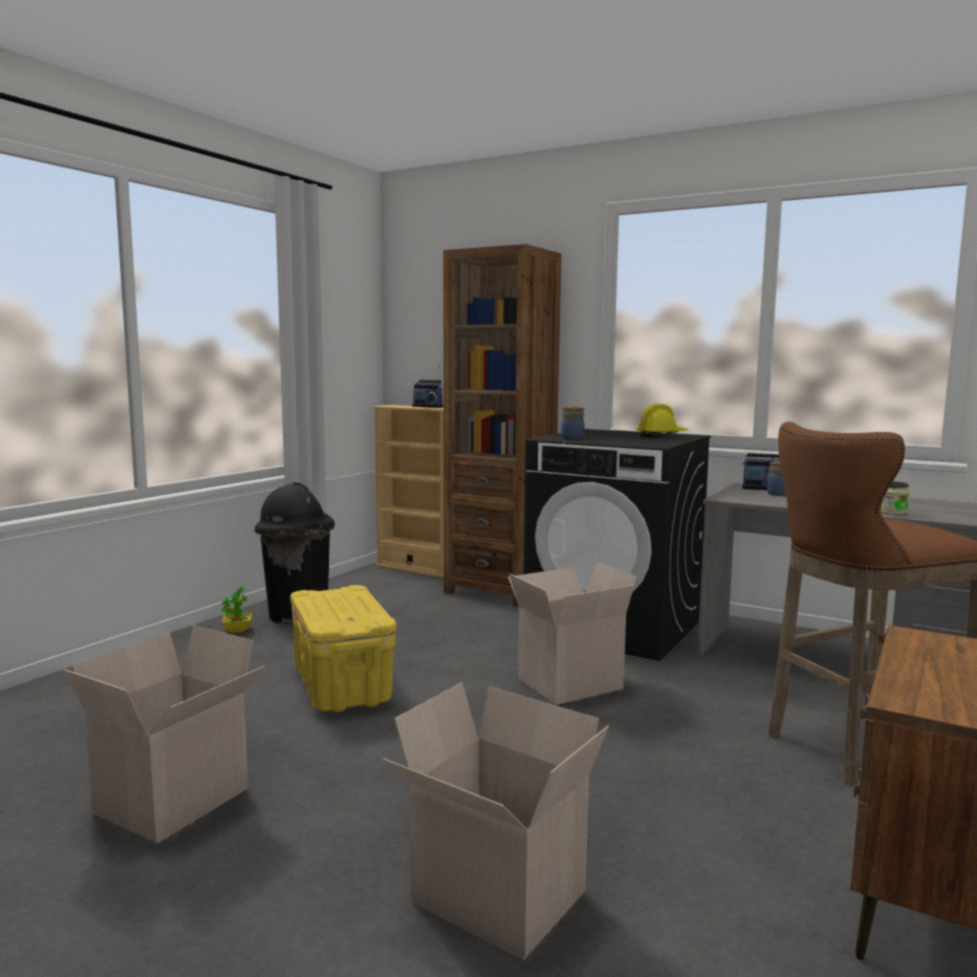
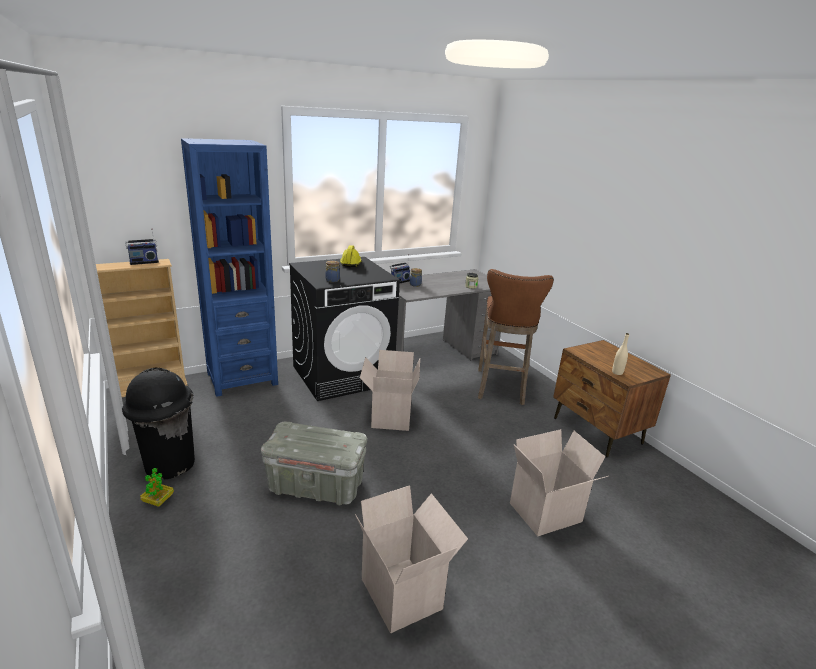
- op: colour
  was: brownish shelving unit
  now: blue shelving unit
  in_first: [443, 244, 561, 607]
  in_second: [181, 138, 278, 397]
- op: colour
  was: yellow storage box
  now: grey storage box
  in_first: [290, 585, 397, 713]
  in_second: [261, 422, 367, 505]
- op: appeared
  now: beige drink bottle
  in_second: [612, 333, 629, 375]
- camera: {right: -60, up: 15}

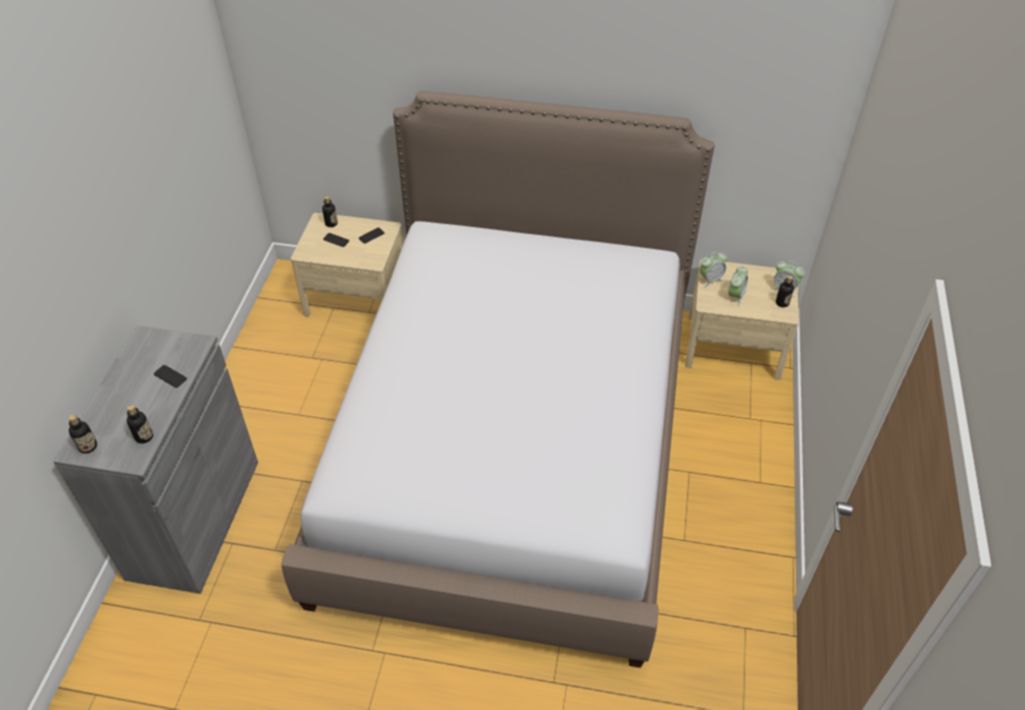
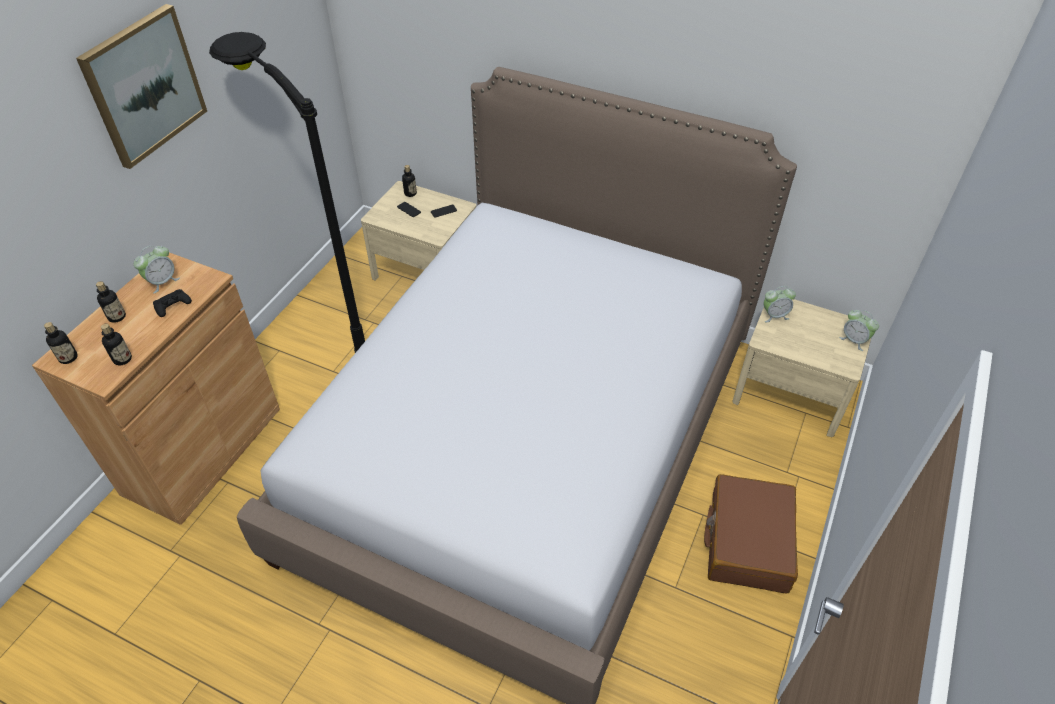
- op: relocated
  was: table clock
  in_first: [728, 266, 748, 306]
  in_second: [134, 246, 180, 293]
- op: relocated
  was: drink bottle
  in_first: [776, 275, 794, 307]
  in_second: [96, 281, 126, 323]
- op: colour
  was: grey cupboard
  now: brownish cupboard
  in_first: [53, 326, 258, 594]
  in_second: [32, 253, 280, 525]
- op: exchanged
  was: telephone
  now: black-coloured game controller
  in_first: [154, 365, 187, 388]
  in_second: [153, 289, 192, 317]
- op: appeared
  now: wall picture
  in_second: [76, 4, 207, 169]
- op: appeared
  now: black-coloured standard lamp
  in_second: [209, 32, 365, 353]
- op: appeared
  now: brownish piece of luggage
  in_second: [704, 474, 798, 594]
- camera: {right: 15, up: 0}

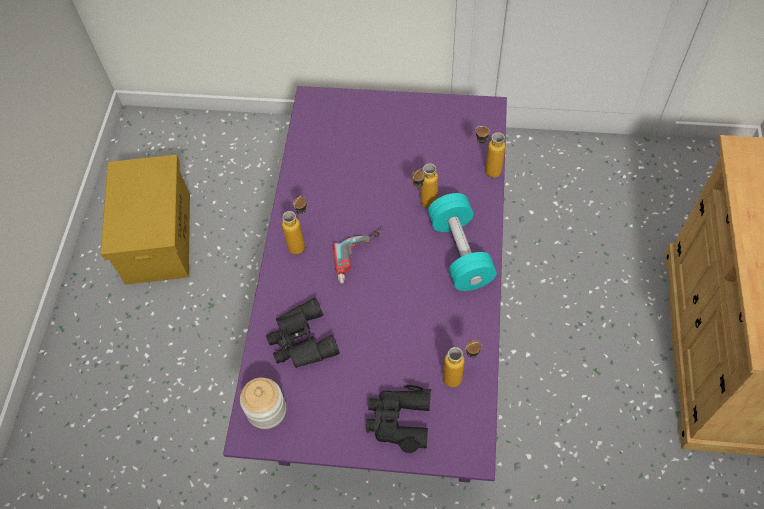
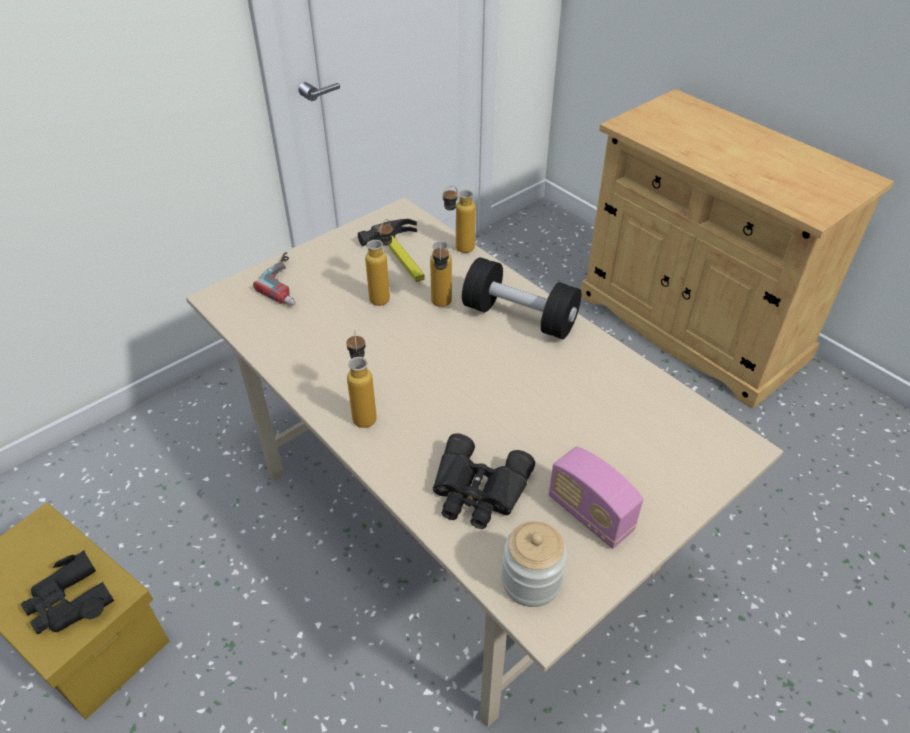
- op: colour
  was: purplish kitchen table
  now: beige kitchen table
  in_first: [223, 86, 507, 483]
  in_second: [186, 197, 783, 727]
- op: colour
  was: blue-green hand weight
  now: black-coloured hand weight
  in_first: [428, 193, 497, 291]
  in_second: [462, 257, 582, 339]
- op: relocated
  was: power drill
  in_first: [333, 228, 384, 284]
  in_second: [253, 252, 296, 306]
- op: relocated
  was: drink bottle
  in_first: [443, 340, 482, 387]
  in_second: [365, 219, 393, 306]
- op: relocated
  was: black-coloured field glasses
  in_first: [366, 385, 431, 453]
  in_second: [21, 550, 114, 634]
- op: appeared
  now: hand hammer
  in_second: [358, 219, 425, 282]
- op: appeared
  now: radio receiver
  in_second: [549, 447, 644, 548]
- camera: {right: -50, up: -15}

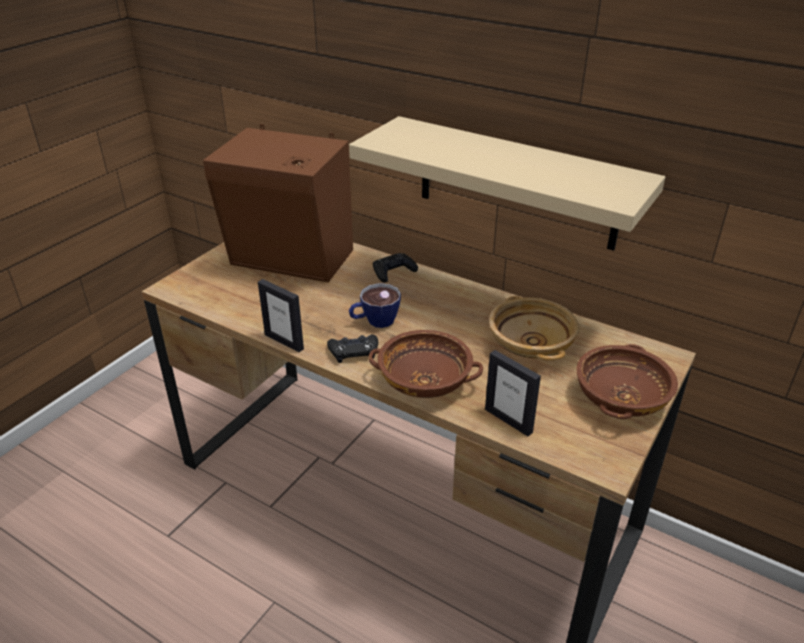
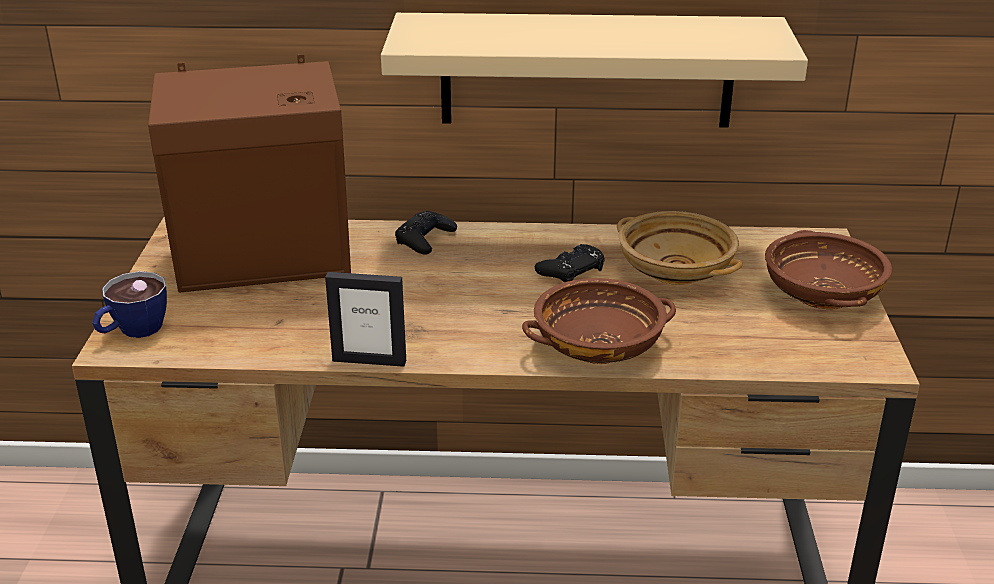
- op: relocated
  was: drinking cup
  in_first: [349, 283, 401, 328]
  in_second: [92, 271, 167, 338]
- op: relocated
  was: black-coloured game controller
  in_first: [327, 334, 378, 363]
  in_second: [535, 244, 605, 282]
- op: missing
  was: photo frame
  in_first: [485, 350, 541, 436]
- camera: {right: -30, up: -5}

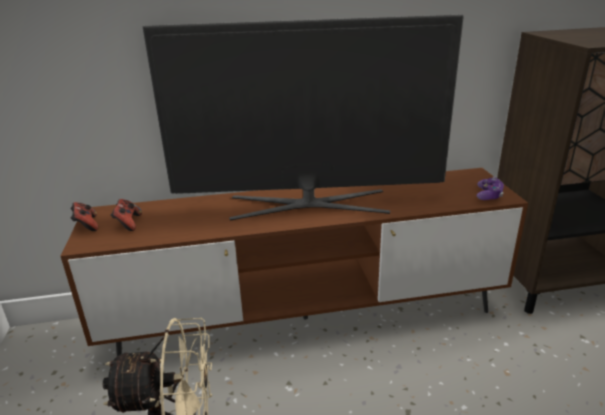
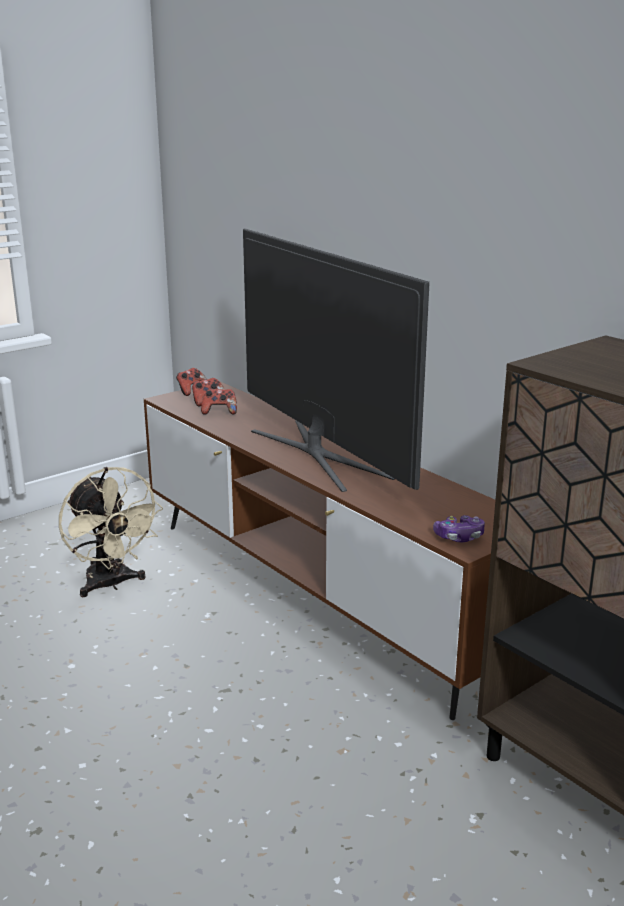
- op: appeared
  now: game controller
  in_second: [201, 389, 237, 415]
- camera: {right: 60, up: -5}

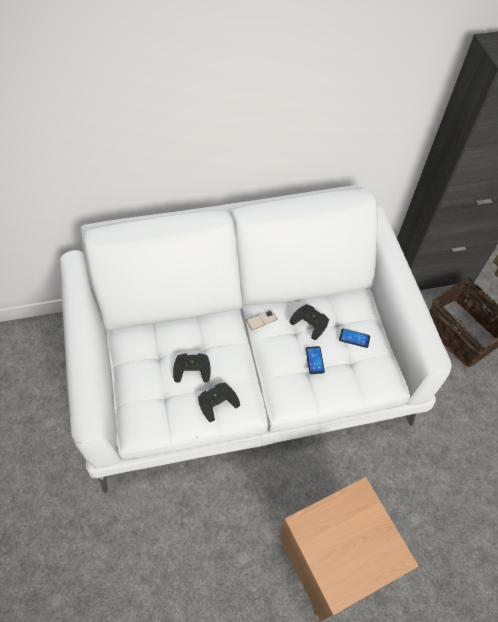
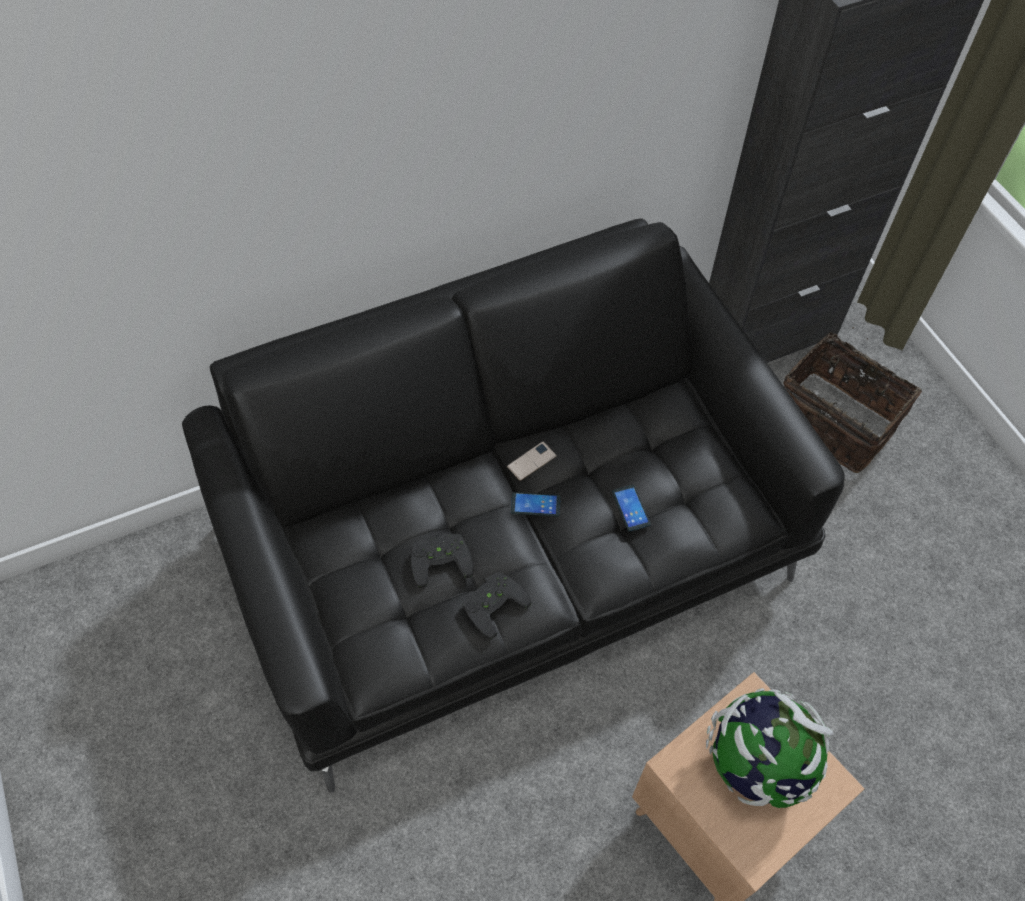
- op: colour
  was: whitish sofa
  now: black-coloured sofa
  in_first: [60, 185, 452, 493]
  in_second: [182, 218, 845, 793]
- op: missing
  was: black-coloured game controller
  in_first: [290, 304, 329, 340]
- op: relocated
  was: telephone
  in_first: [339, 328, 370, 348]
  in_second: [511, 492, 560, 517]
- op: appeared
  now: world globe
  in_second: [706, 688, 833, 808]
- camera: {right: -10, up: 0}

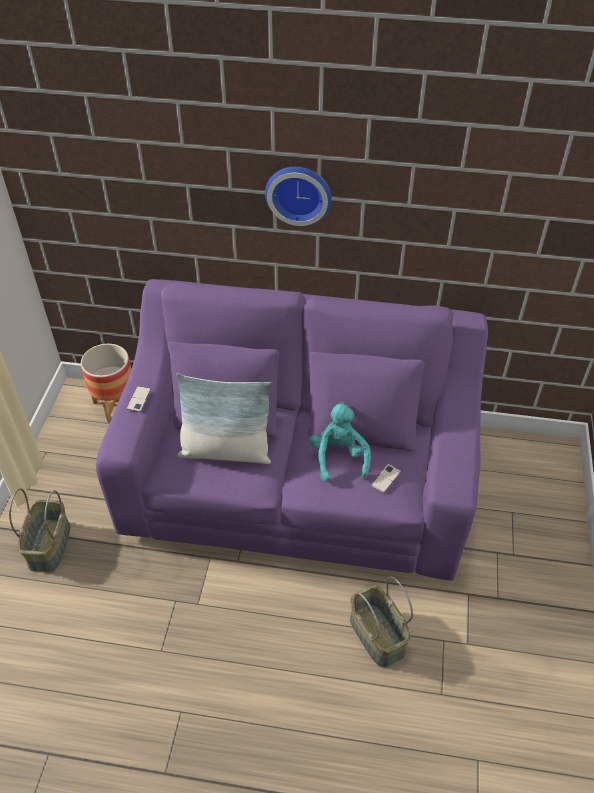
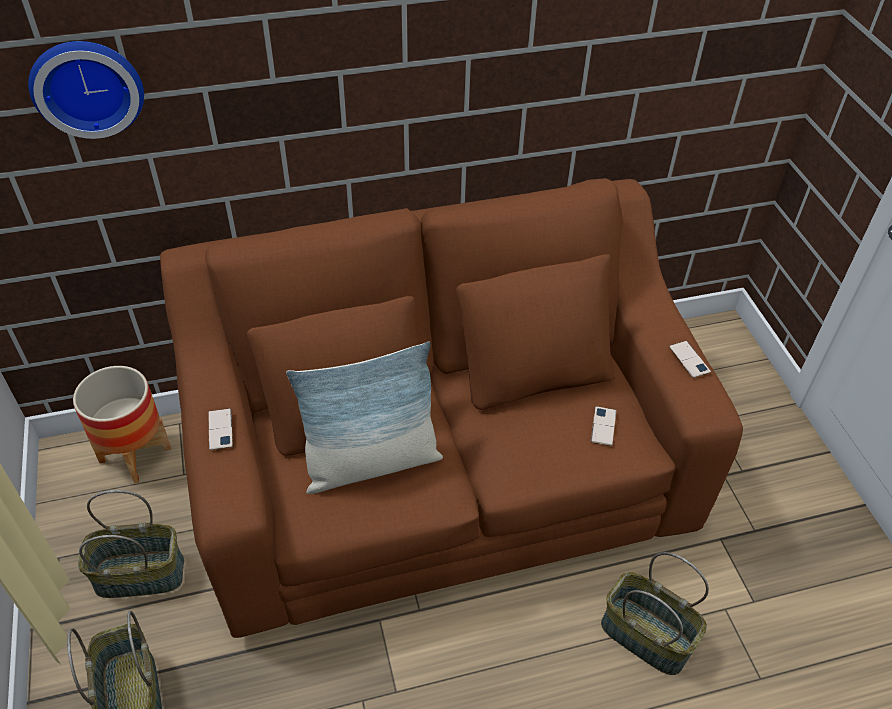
- op: relocated
  was: wall clock
  in_first: [265, 167, 332, 226]
  in_second: [28, 41, 144, 139]
- op: colour
  was: purplish sofa
  now: brownish sofa
  in_first: [96, 279, 488, 581]
  in_second: [160, 178, 743, 638]
- op: missing
  was: blue-green plush toy
  in_first: [309, 402, 371, 482]
- op: appeared
  now: telephone
  in_second: [669, 341, 711, 378]
- op: appeared
  now: basket
  in_second: [78, 490, 184, 598]
- camera: {right: -25, up: 0}

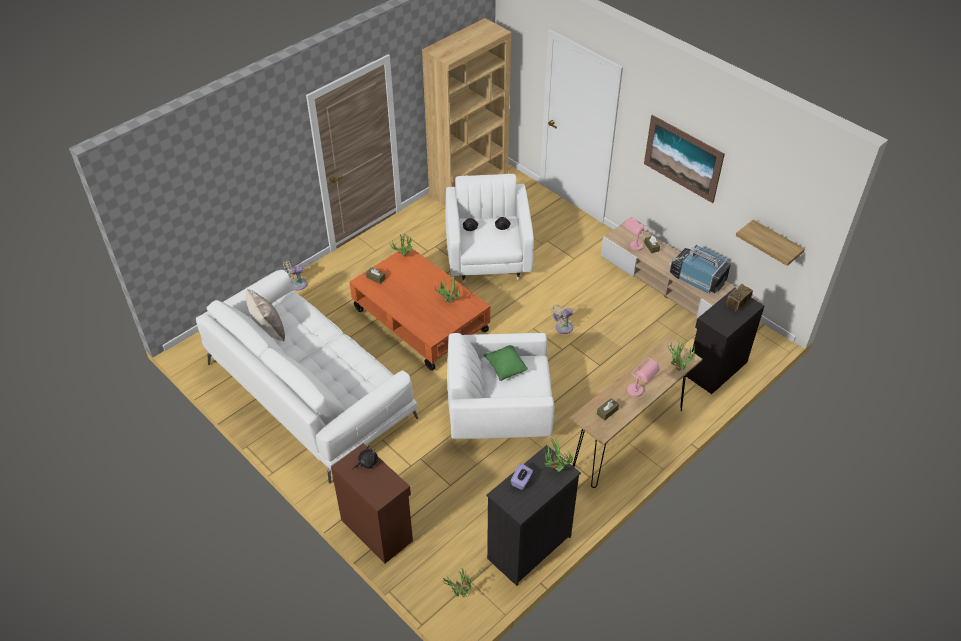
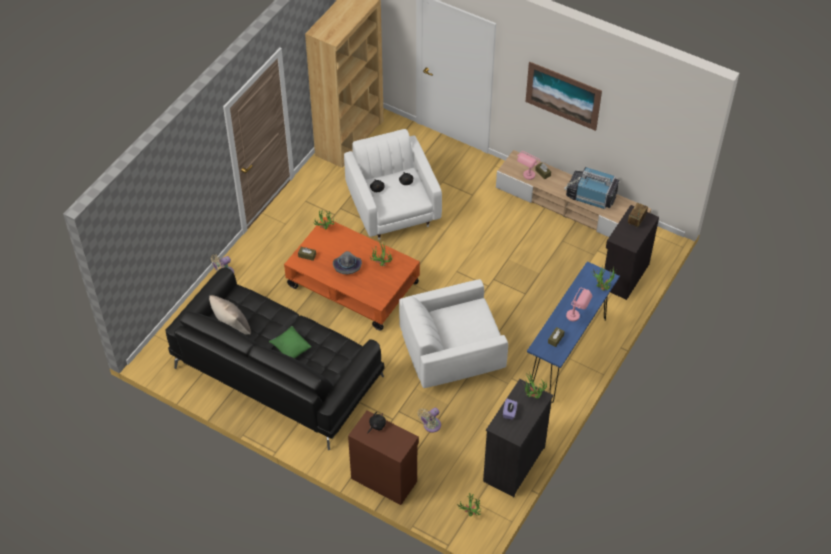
- op: missing
  was: shelf
  in_first: [736, 219, 805, 266]
- op: colour
  was: whitish sofa
  now: black-coloured sofa
  in_first: [196, 270, 418, 484]
  in_second: [165, 267, 385, 450]
- op: relocated
  was: beige electric fan
  in_first: [551, 305, 573, 334]
  in_second: [418, 407, 441, 433]
- op: colour
  was: brownish console table
  now: blue console table
  in_first: [570, 336, 702, 488]
  in_second: [527, 261, 620, 403]
- op: relocated
  was: green pillow
  in_first: [483, 345, 528, 381]
  in_second: [269, 326, 311, 359]
- op: appeared
  now: grey clothing hat
  in_second: [333, 251, 362, 275]
- camera: {right: -15, up: 5}

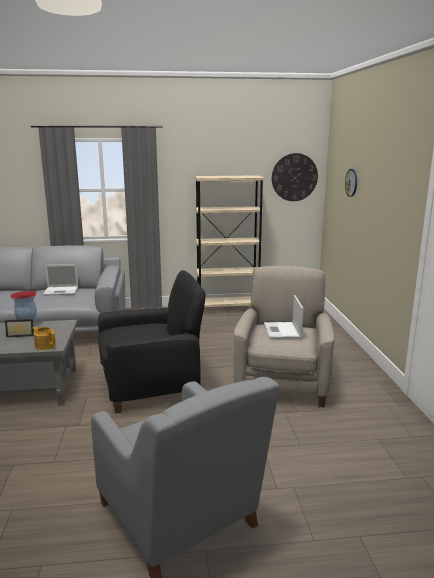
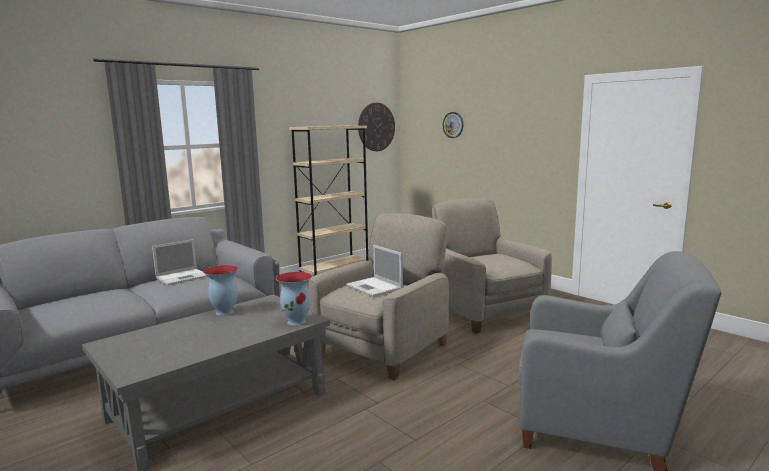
- op: colour
  was: black-coloured easy chair
  now: beige easy chair
  in_first: [98, 270, 206, 414]
  in_second: [309, 213, 449, 380]
- op: relocated
  was: notebook computer
  in_first: [264, 295, 304, 339]
  in_second: [346, 245, 403, 297]
- op: missing
  was: photo frame
  in_first: [5, 319, 34, 337]
- op: exchanged
  was: teapot
  now: vase
  in_first: [32, 327, 56, 350]
  in_second: [276, 272, 312, 325]
- camera: {right: -35, up: -5}

